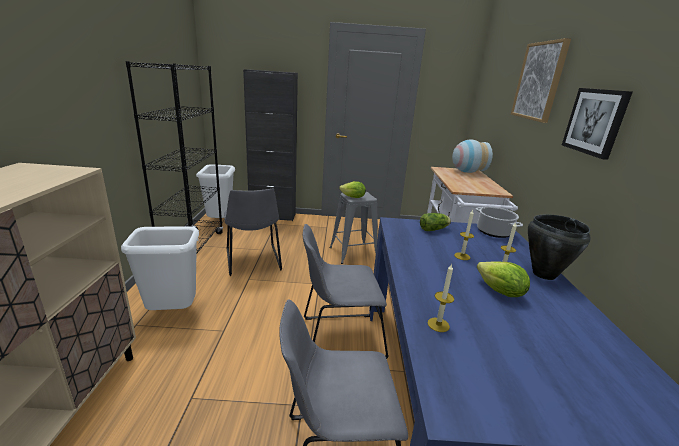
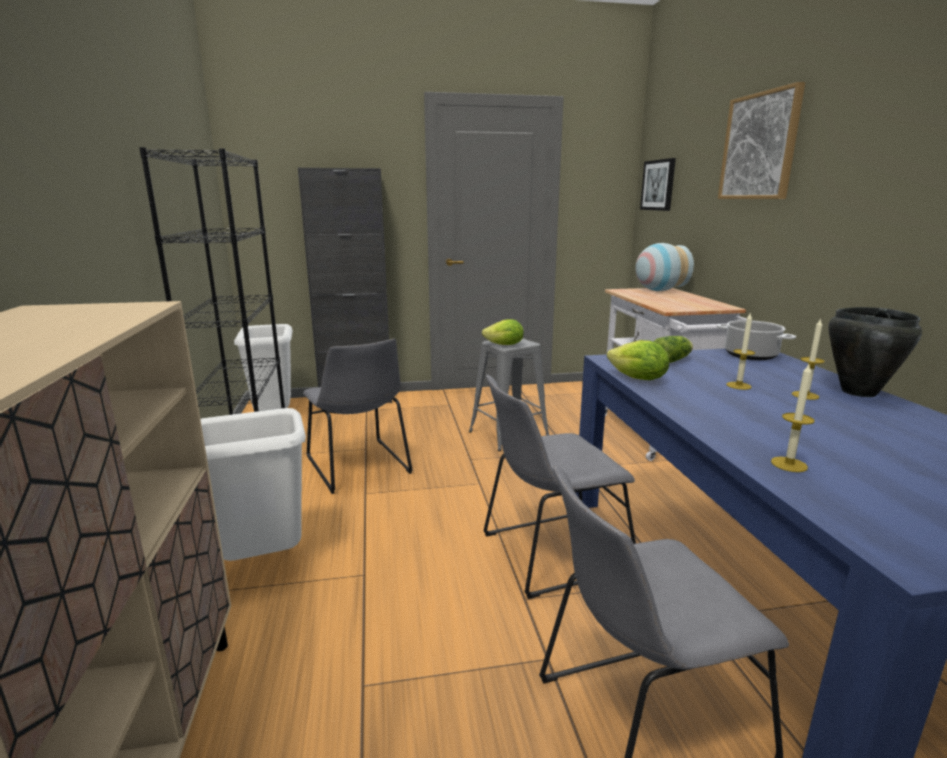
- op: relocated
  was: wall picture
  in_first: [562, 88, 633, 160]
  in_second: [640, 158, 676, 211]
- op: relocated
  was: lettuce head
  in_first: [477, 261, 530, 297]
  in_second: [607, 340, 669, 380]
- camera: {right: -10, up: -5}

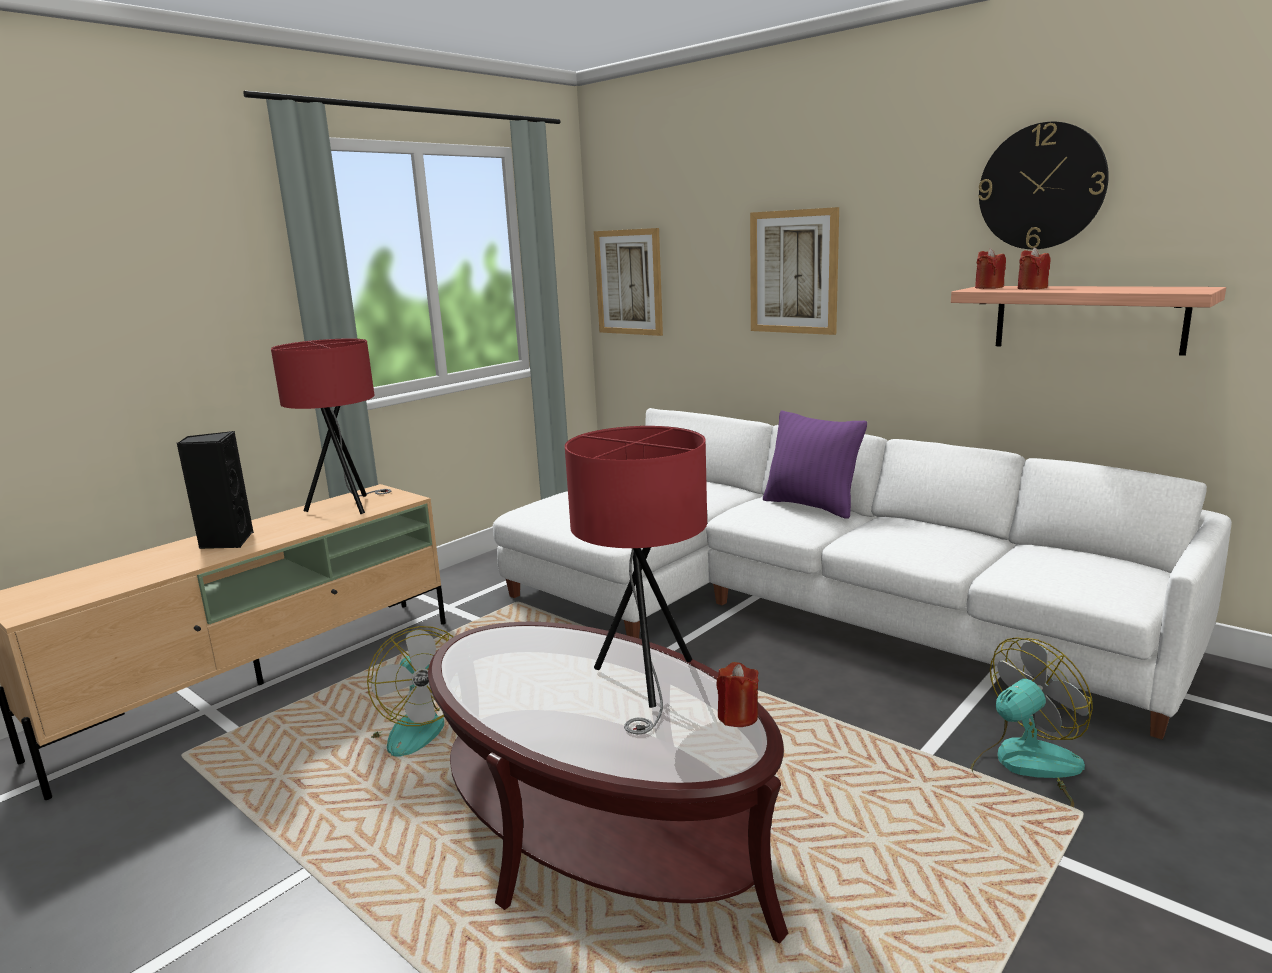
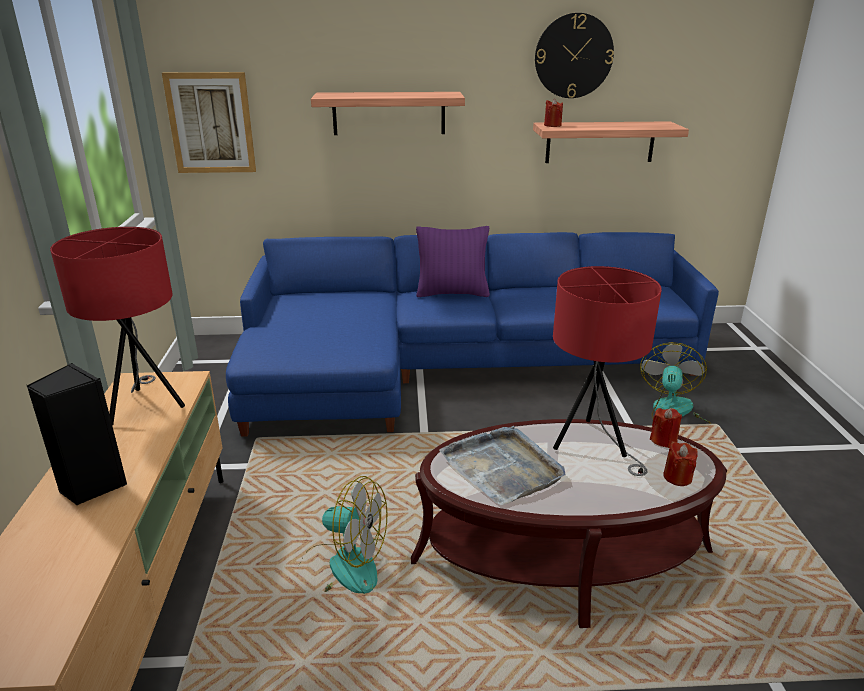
- op: exchanged
  was: wall picture
  now: shelf
  in_first: [750, 207, 839, 335]
  in_second: [311, 92, 465, 135]
- op: relocated
  was: red-coloured wax candle
  in_first: [1017, 247, 1050, 290]
  in_second: [663, 441, 698, 486]
- op: colour
  was: whitish sofa
  now: blue sofa
  in_first: [493, 408, 1232, 740]
  in_second: [226, 232, 719, 437]
- op: appeared
  now: grey serving tray
  in_second: [439, 426, 565, 505]
- camera: {right: -45, up: 10}

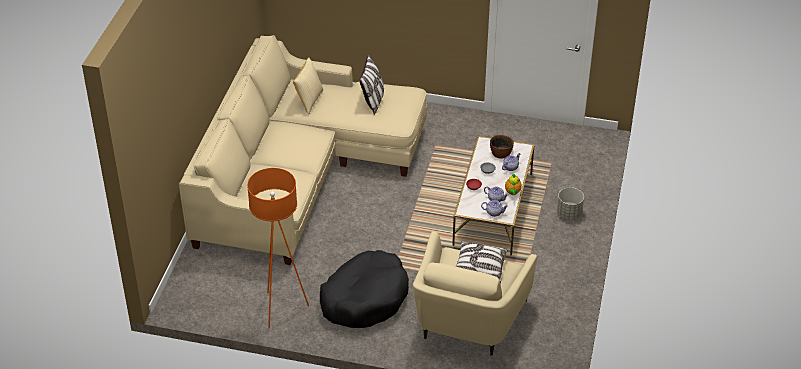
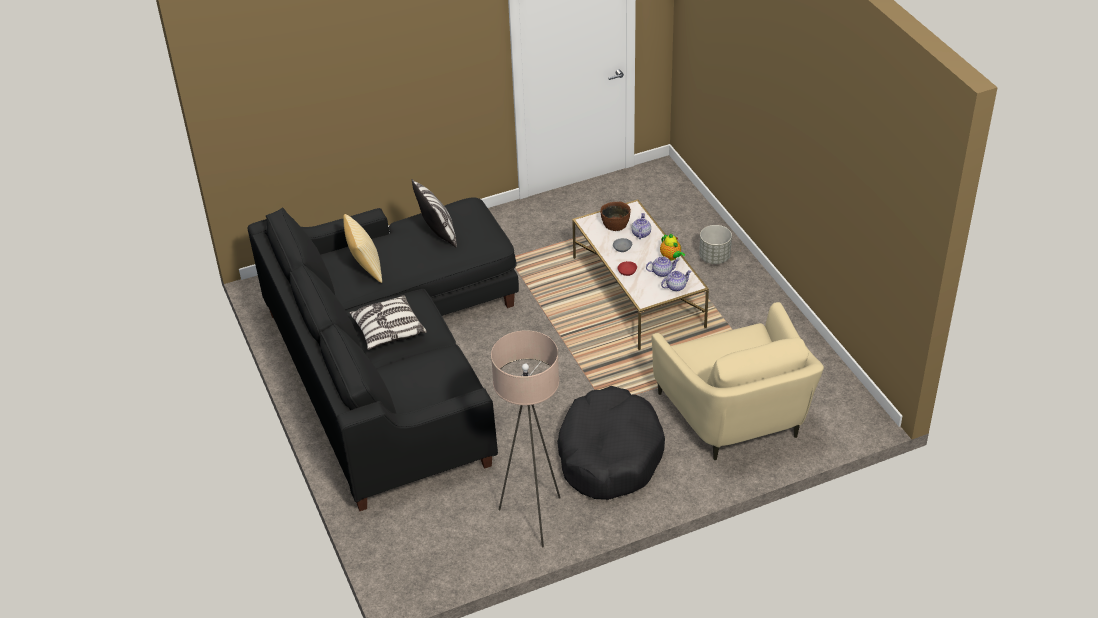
- op: colour
  was: beige sofa
  now: black-coloured sofa
  in_first: [179, 35, 427, 265]
  in_second: [247, 197, 519, 511]
- op: colour
  was: orange standard lamp
  now: beige standard lamp
  in_first: [247, 168, 309, 328]
  in_second: [491, 330, 561, 547]
- op: relocated
  was: pillow
  in_first: [456, 241, 508, 283]
  in_second: [349, 295, 427, 350]
- camera: {right: -35, up: 0}

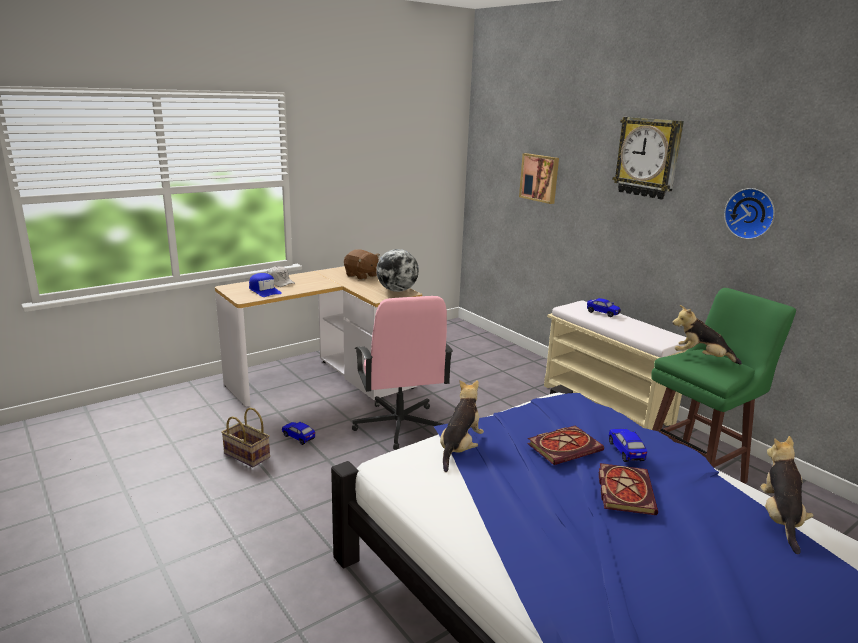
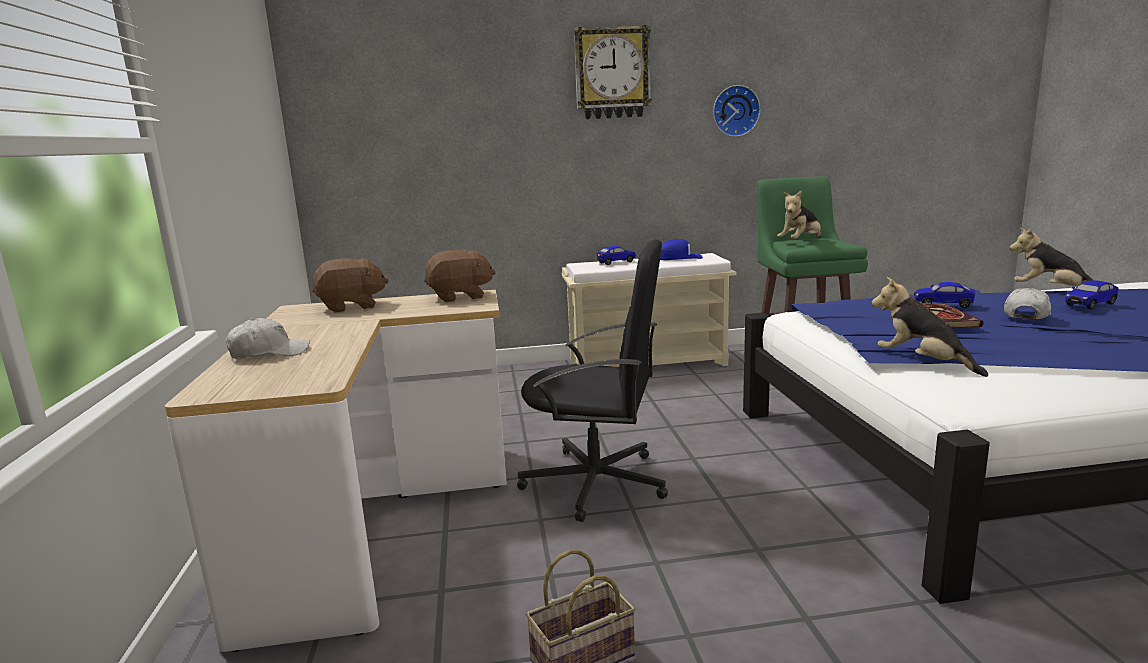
- op: missing
  was: wall picture
  in_first: [519, 153, 559, 204]
- op: exchanged
  was: world globe
  now: brownish plush toy
  in_first: [376, 249, 419, 292]
  in_second: [424, 250, 496, 302]
- op: relocated
  was: blue cap
  in_first: [249, 273, 282, 297]
  in_second: [660, 239, 703, 260]
- op: colour
  was: pink office chair
  now: black-coloured office chair
  in_first: [352, 296, 453, 450]
  in_second: [517, 240, 668, 522]
- op: relocated
  was: model car
  in_first: [282, 422, 315, 445]
  in_second: [1065, 280, 1119, 309]
- op: exchanged
  was: volume
  now: whitish cap
  in_first: [599, 463, 658, 515]
  in_second: [1004, 288, 1051, 319]
- camera: {right: -60, up: -5}

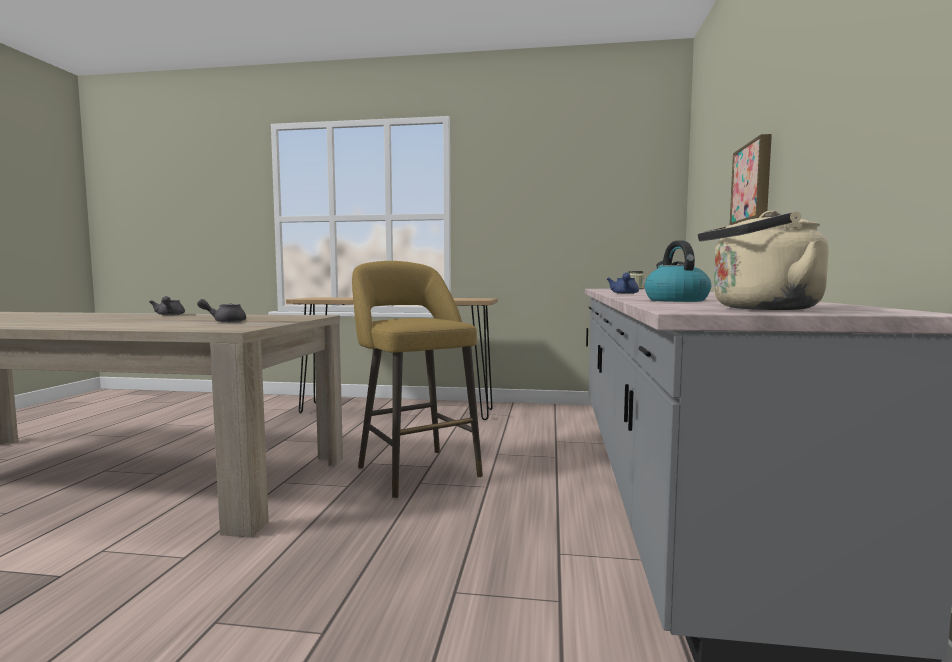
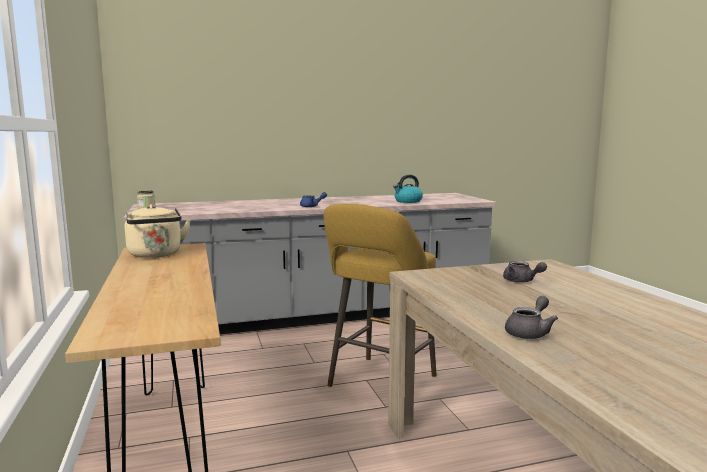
- op: missing
  was: wall picture
  in_first: [730, 134, 772, 225]
- op: relocated
  was: beige tea kettle
  in_first: [698, 211, 829, 310]
  in_second: [125, 204, 191, 258]
- camera: {right: -115, up: 5}

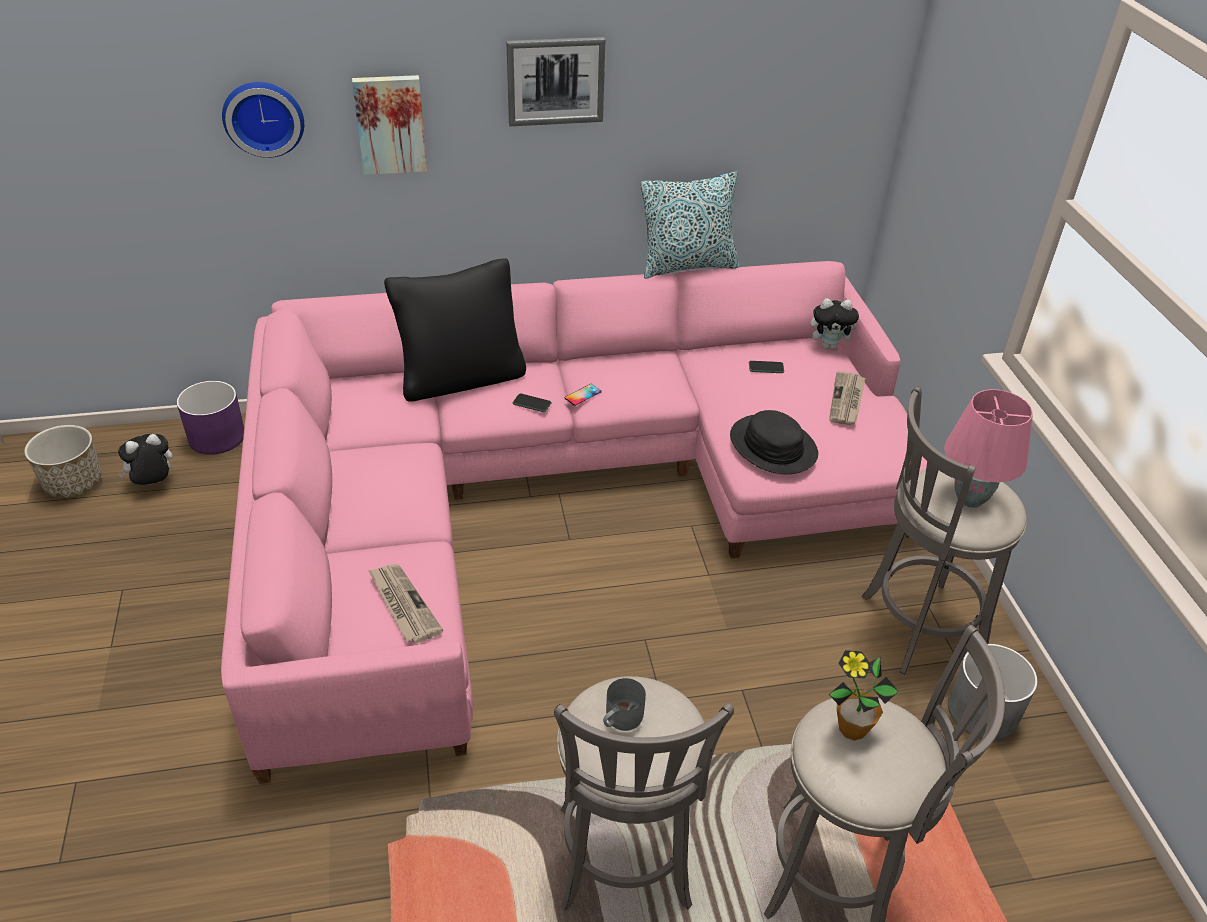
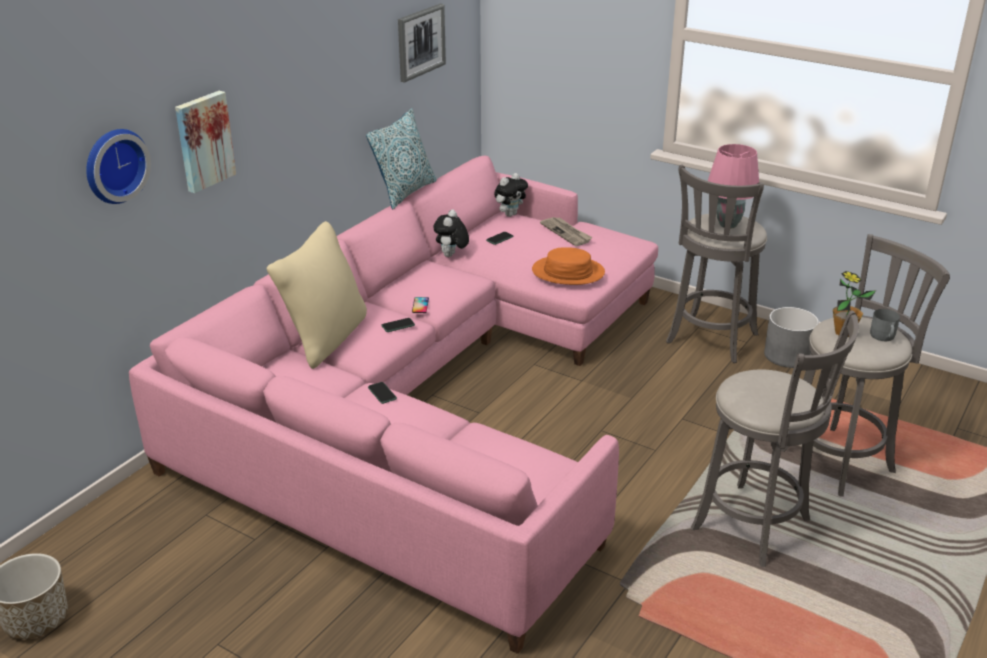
- op: relocated
  was: wall picture
  in_first: [506, 37, 605, 126]
  in_second: [398, 3, 446, 83]
- op: colour
  was: black-coloured pillow
  now: beige pillow
  in_first: [384, 258, 526, 402]
  in_second: [267, 221, 367, 369]
- op: missing
  was: purplish flower pot
  in_first: [177, 381, 244, 455]
- op: colour
  was: black-coloured clothing hat
  now: orange clothing hat
  in_first: [730, 410, 818, 474]
  in_second: [532, 247, 605, 285]
- op: relocated
  was: plush toy
  in_first: [118, 434, 173, 485]
  in_second: [433, 209, 469, 257]
- op: missing
  was: newspaper
  in_first: [368, 564, 443, 644]
- op: relocated
  was: grey coffee mug
  in_first: [603, 678, 646, 731]
  in_second: [870, 309, 900, 341]
- op: appeared
  now: telephone
  in_second: [368, 382, 397, 404]
- camera: {right: -45, up: -10}

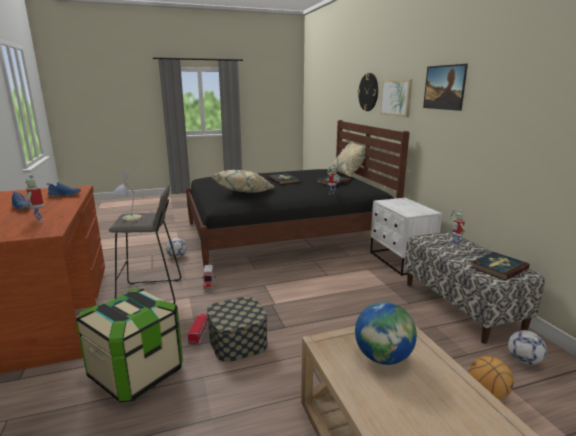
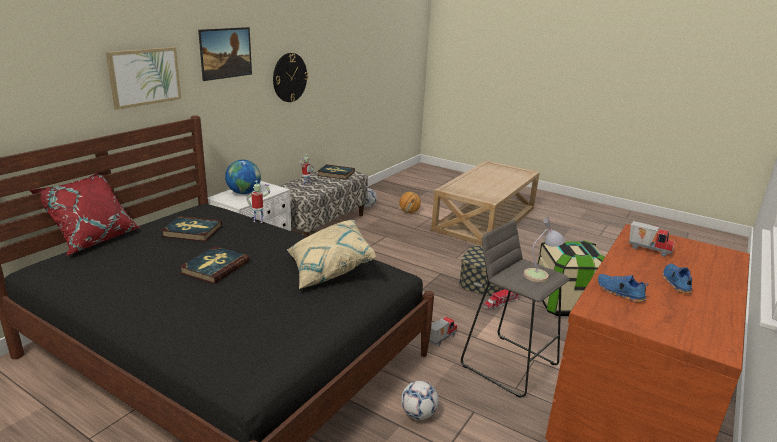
- op: relocated
  was: wall clock
  in_first: [358, 73, 378, 111]
  in_second: [273, 53, 308, 102]
- op: colour
  was: beige pillow
  now: red-coloured pillow
  in_first: [331, 142, 372, 177]
  in_second: [29, 173, 140, 256]
- op: exchanged
  was: robot figure
  now: toy truck
  in_first: [26, 174, 44, 223]
  in_second: [629, 221, 675, 257]
- op: relocated
  was: world globe
  in_first: [355, 302, 417, 365]
  in_second: [225, 160, 261, 194]
- camera: {right: -130, up: 5}

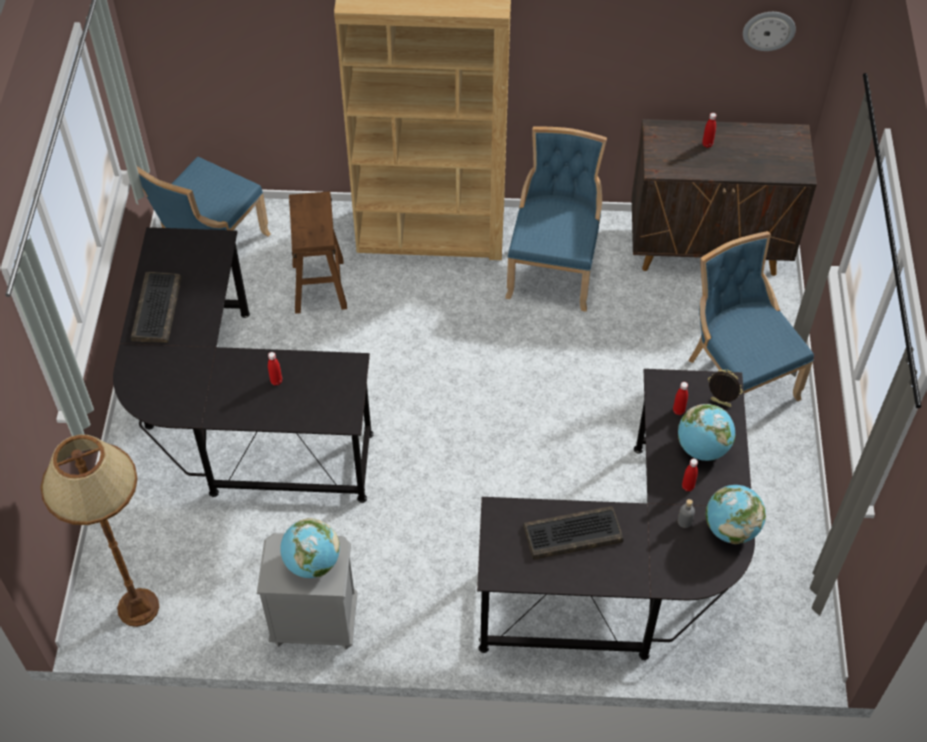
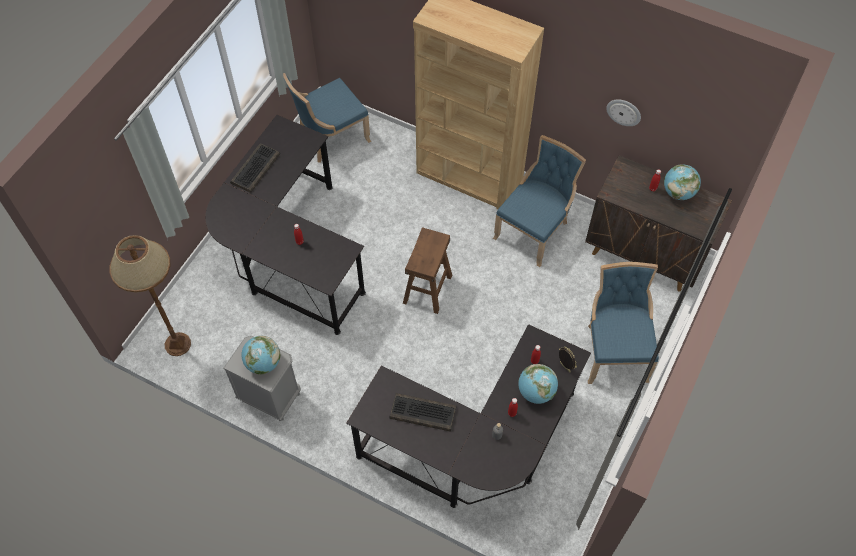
- op: relocated
  was: wall clock
  in_first: [743, 12, 796, 51]
  in_second: [606, 100, 641, 126]
- op: relocated
  was: brownish sitting stool
  in_first: [289, 191, 347, 314]
  in_second: [403, 227, 452, 314]
- op: relocated
  was: world globe
  in_first: [706, 485, 766, 544]
  in_second: [664, 164, 701, 200]
- camera: {right: 25, up: 5}

